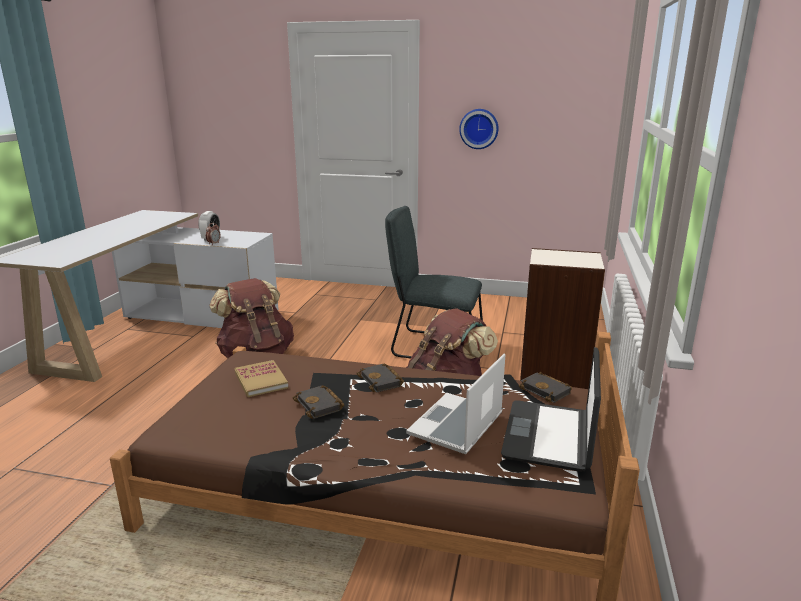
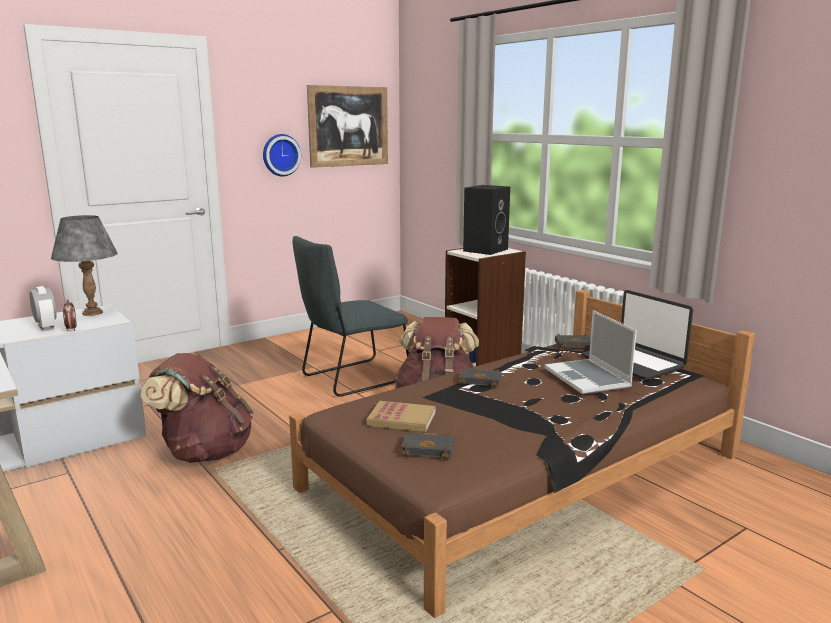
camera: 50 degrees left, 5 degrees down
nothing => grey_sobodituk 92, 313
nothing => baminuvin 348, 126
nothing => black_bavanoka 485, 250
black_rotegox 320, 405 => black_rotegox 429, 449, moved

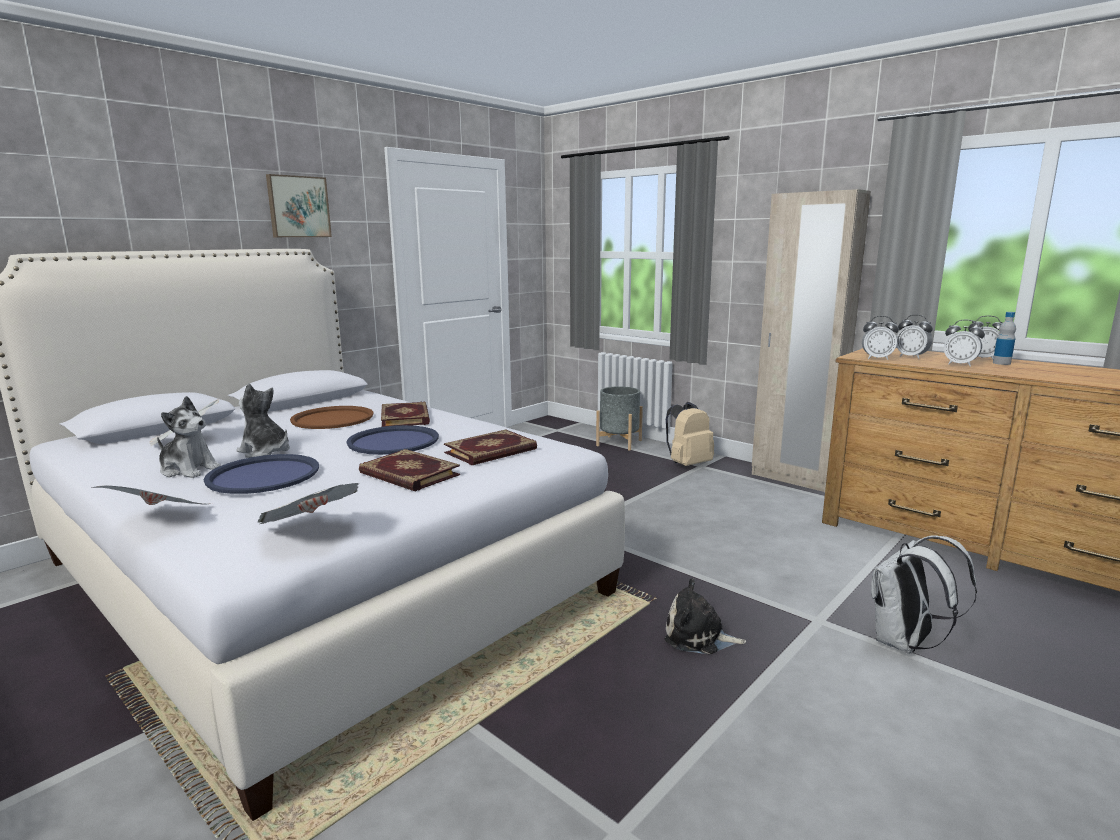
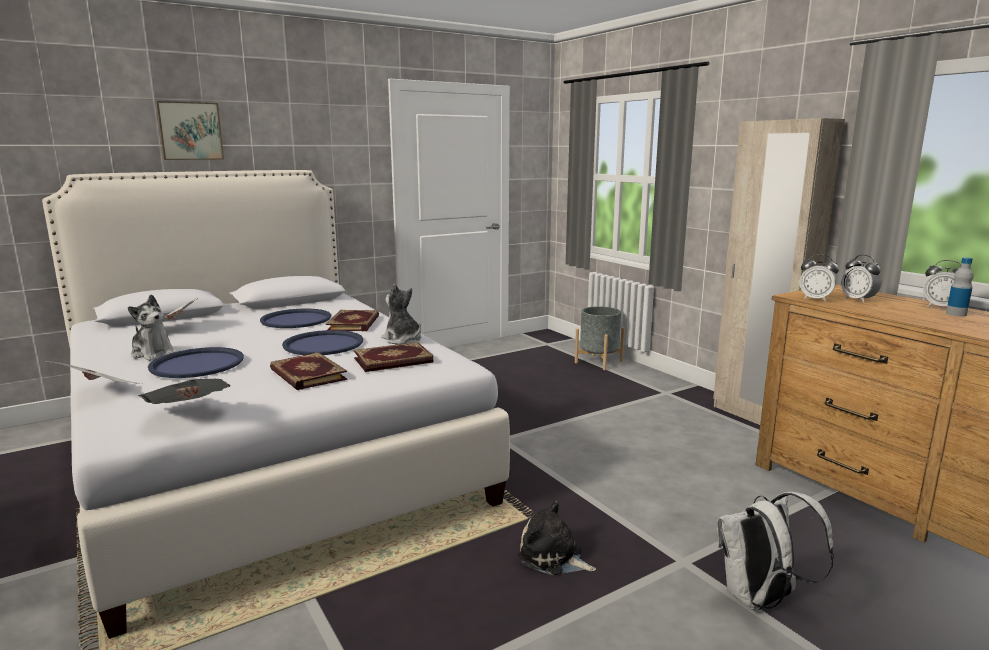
camera: 15 degrees right, 0 degrees up
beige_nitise 687, 464 => nothing
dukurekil 960, 364 => nothing
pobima 265, 452 => pobima 402, 340, moved
baminuvin 298, 207 => baminuvin 190, 131, moved
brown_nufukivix 333, 419 => blue_nufukivix 296, 320

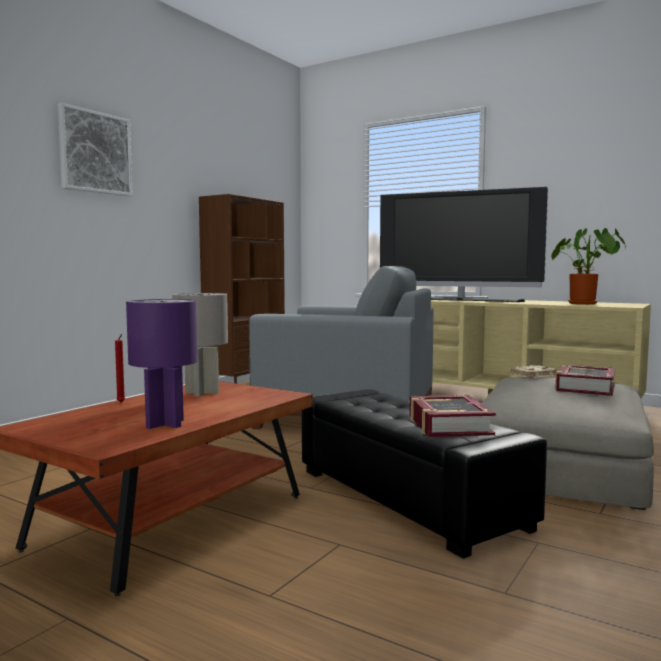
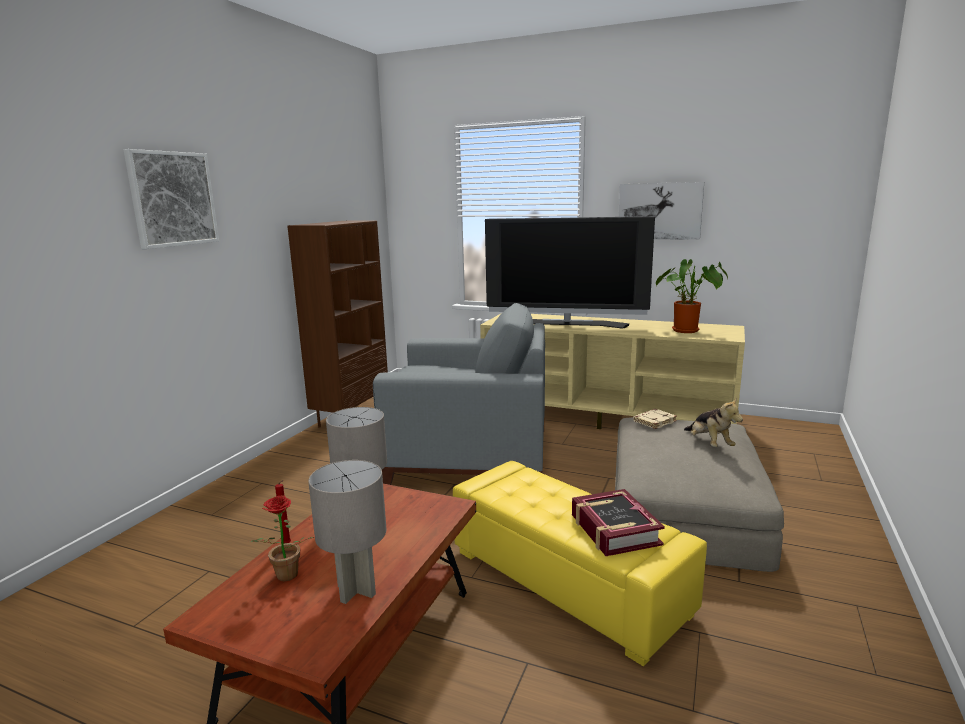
camera: 10 degrees left, 10 degrees up
nothing => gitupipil 284, 578
nothing => baminuvin 659, 211
rotegox 585, 387 => pobima 709, 444
purple_sobodituk 164, 424 => grey_sobodituk 355, 590
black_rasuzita 407, 497 => yellow_rasuzita 567, 581

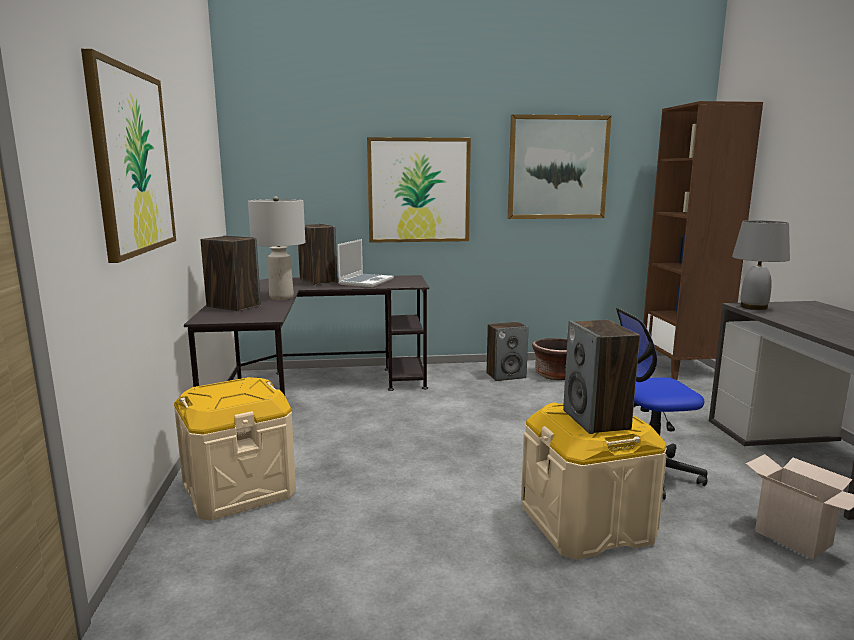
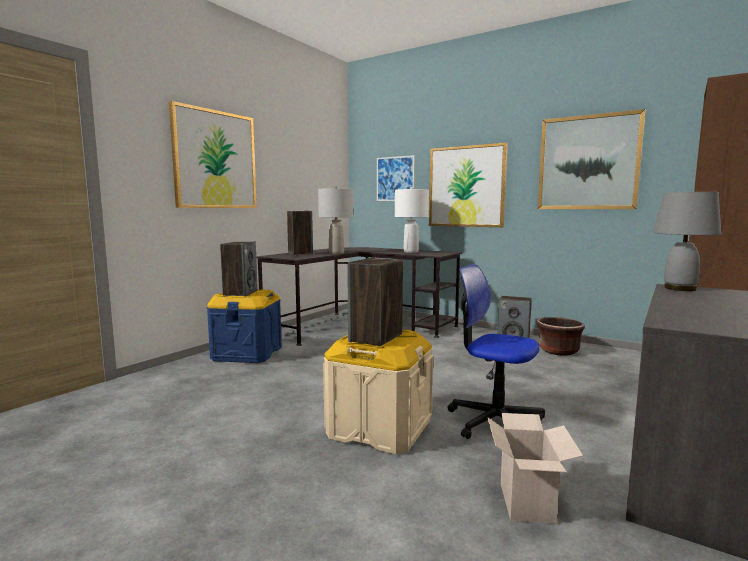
camera: 40 degrees right, 5 degrees down
nothing => baminuvin 395, 179
bavanoka 318, 281 => bavanoka 240, 293, moved
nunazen 366, 281 => white_sobodituk 411, 252
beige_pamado 238, 489 => blue_pamado 247, 353

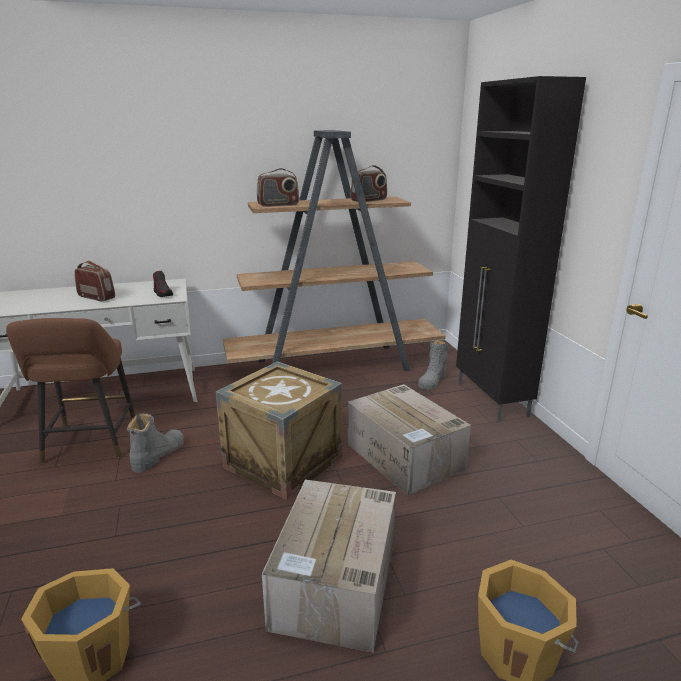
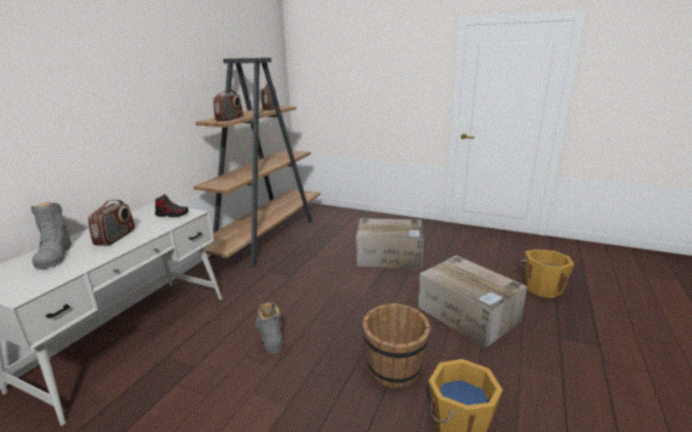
camera: 50 degrees left, 0 degrees up
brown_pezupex 89, 444 => nothing
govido 283, 462 => nothing
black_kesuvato 492, 400 => nothing
nothing => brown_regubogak 394, 369
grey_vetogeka 432, 380 => grey_vetogeka 55, 254, moved
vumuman 96, 297 => vumuman 116, 237, 120 degrees clockwise

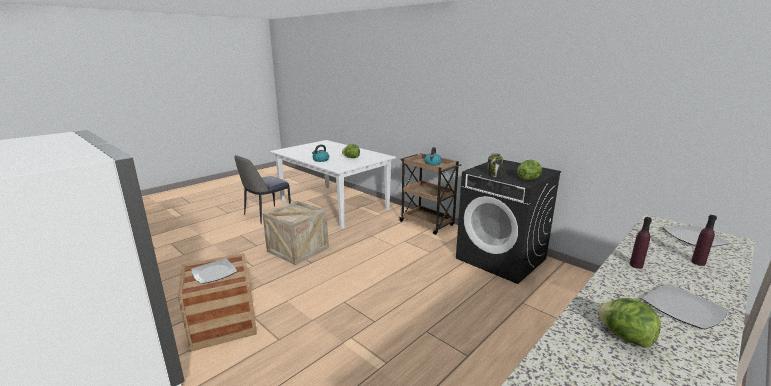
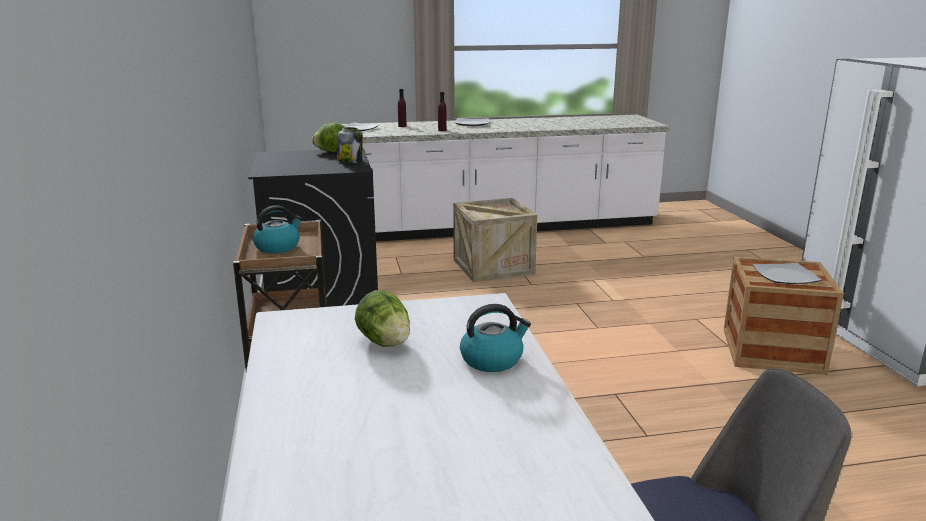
camera: 145 degrees left, 0 degrees up
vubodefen 624, 337 => nothing
govido 298, 249 => govido 493, 267, moved

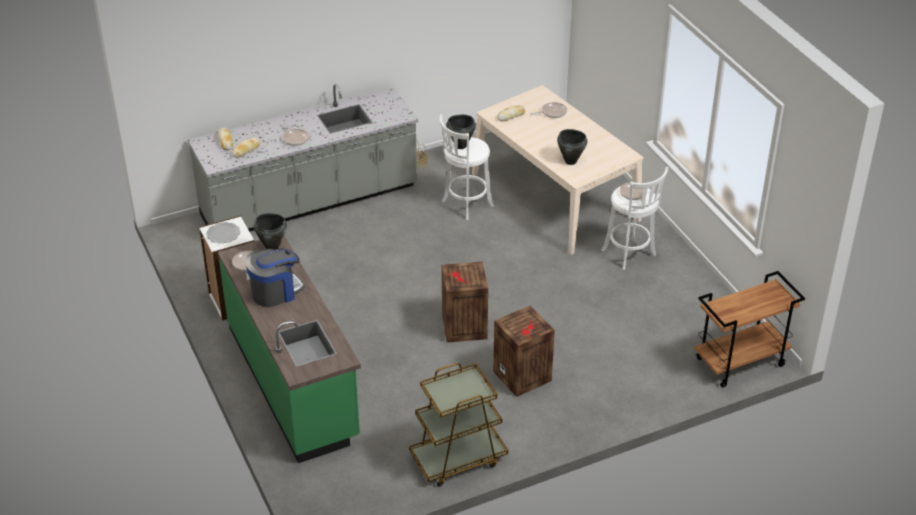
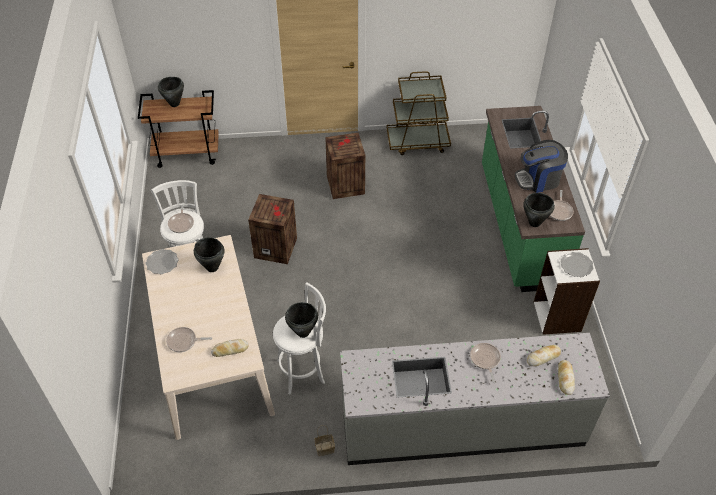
camera: 160 degrees left, 10 degrees up
nothing => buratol 162, 262
nothing => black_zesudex 174, 104
govido 463, 327 => govido 276, 247, moved

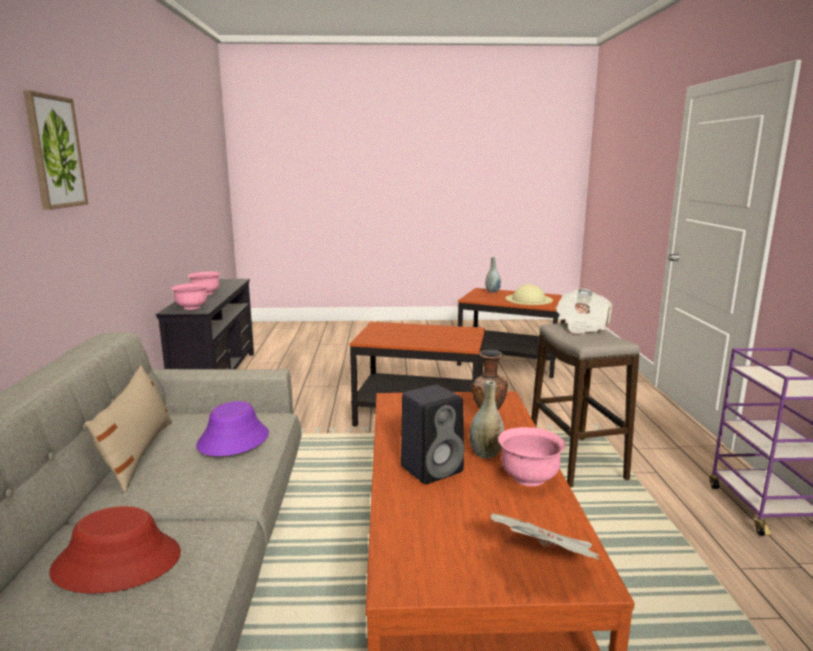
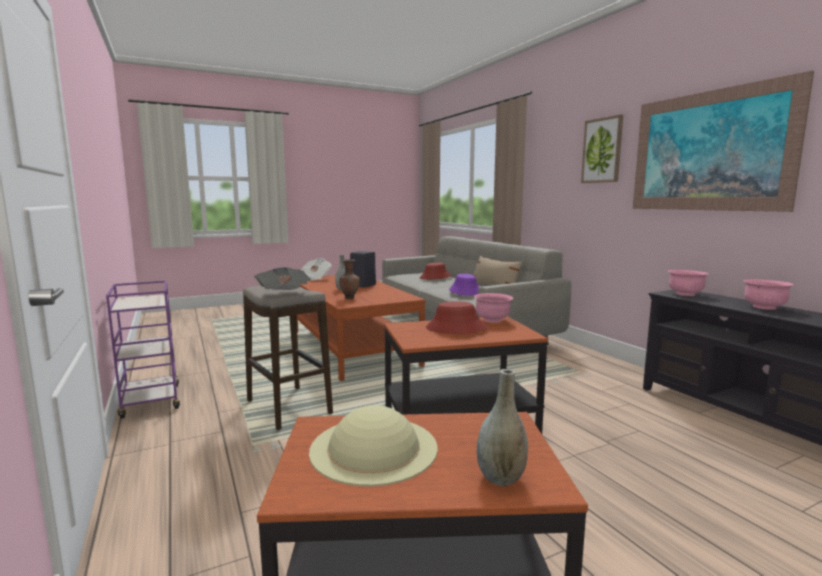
camera: 155 degrees right, 5 degrees down
nothing => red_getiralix 456, 328
nothing => baminuvin 708, 151
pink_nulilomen 529, 478 => pink_nulilomen 492, 320, moved

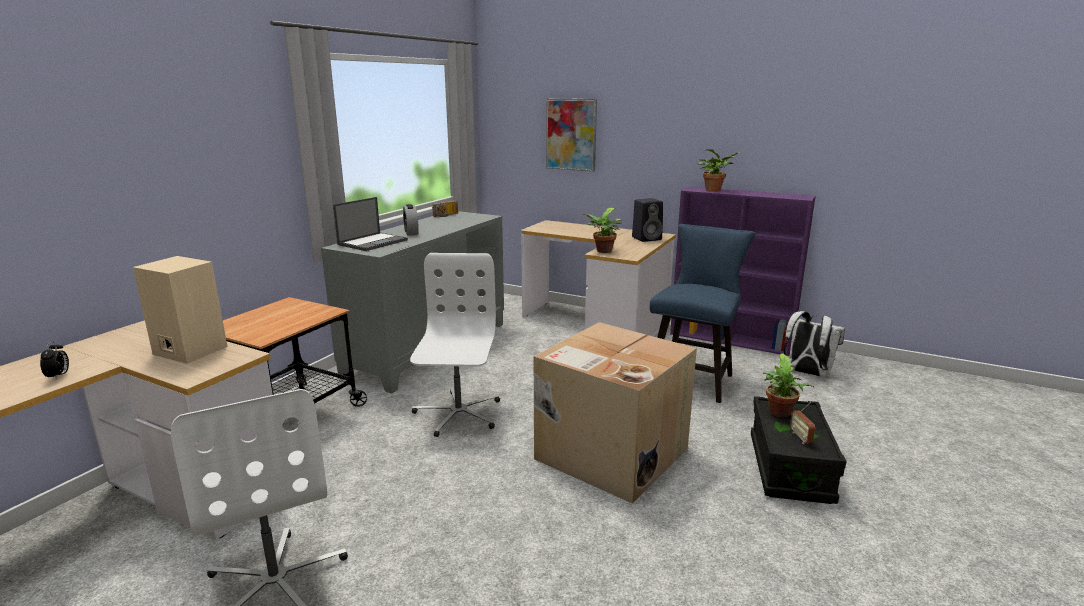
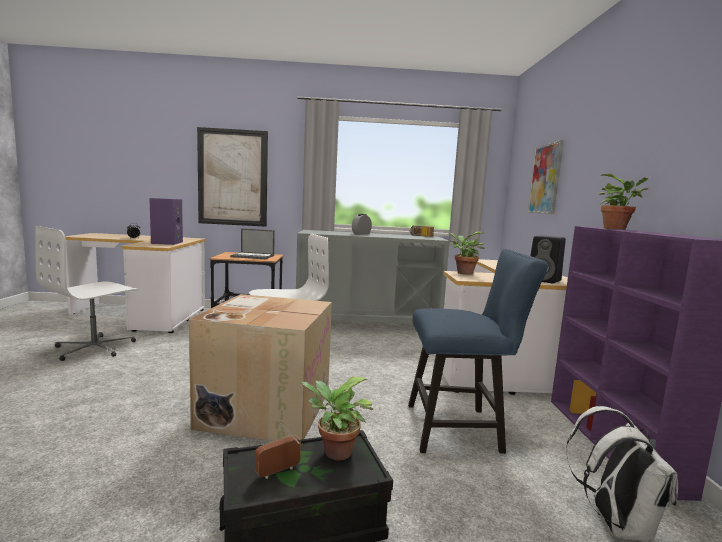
camera: 60 degrees right, 10 degrees down
nothing => baminuvin 232, 177
nunazen 373, 242 => nunazen 253, 256, moved
beige_bavanoka 188, 350 => purple_bavanoka 167, 242

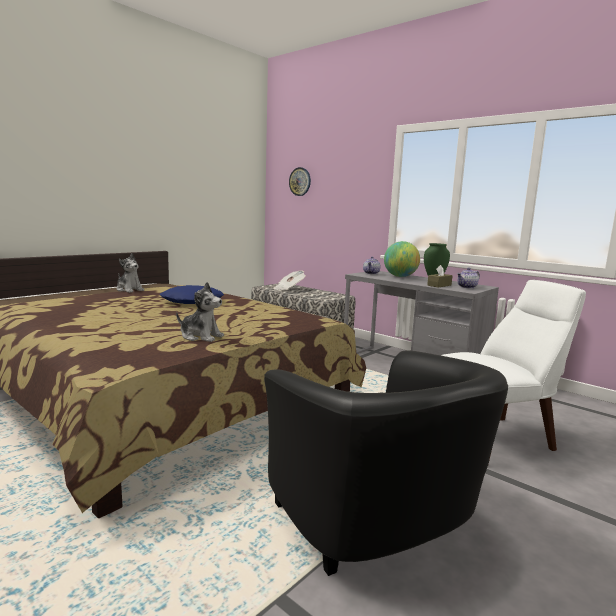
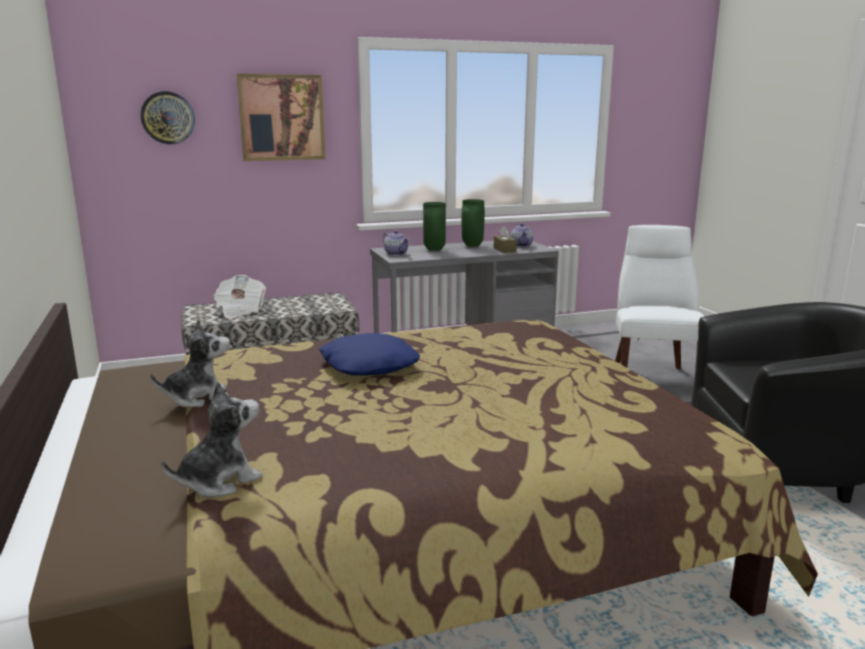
camera: 60 degrees left, 5 degrees up
nothing => baminuvin 282, 117
pobima 201, 336 => pobima 219, 481, moved
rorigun 400, 276 => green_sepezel 433, 249

